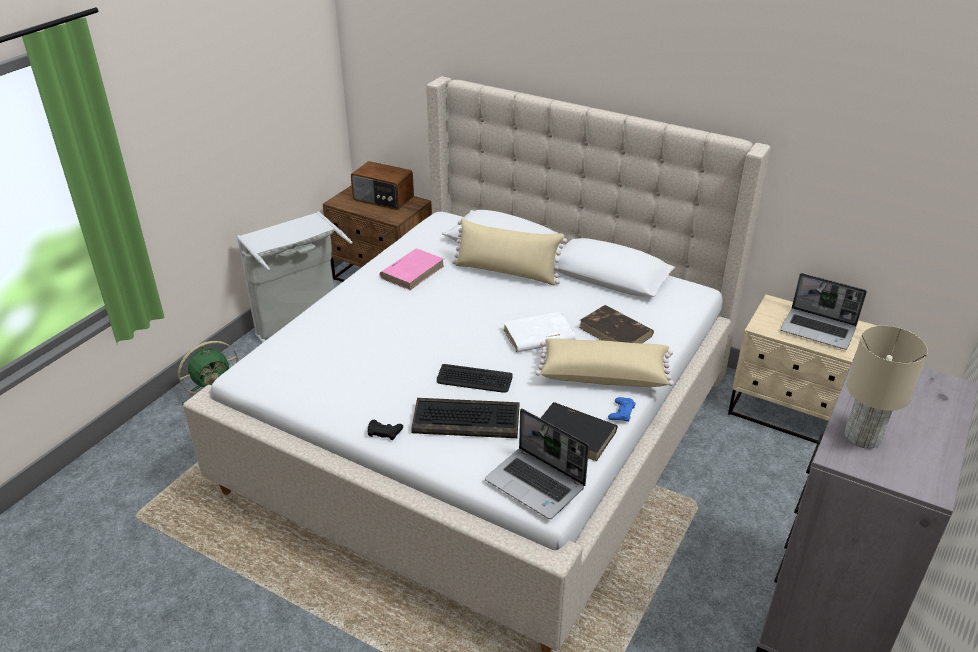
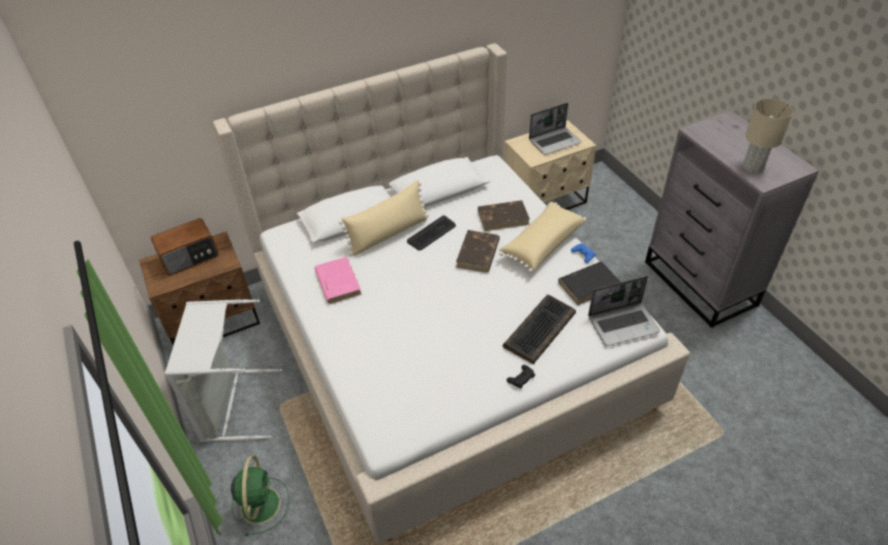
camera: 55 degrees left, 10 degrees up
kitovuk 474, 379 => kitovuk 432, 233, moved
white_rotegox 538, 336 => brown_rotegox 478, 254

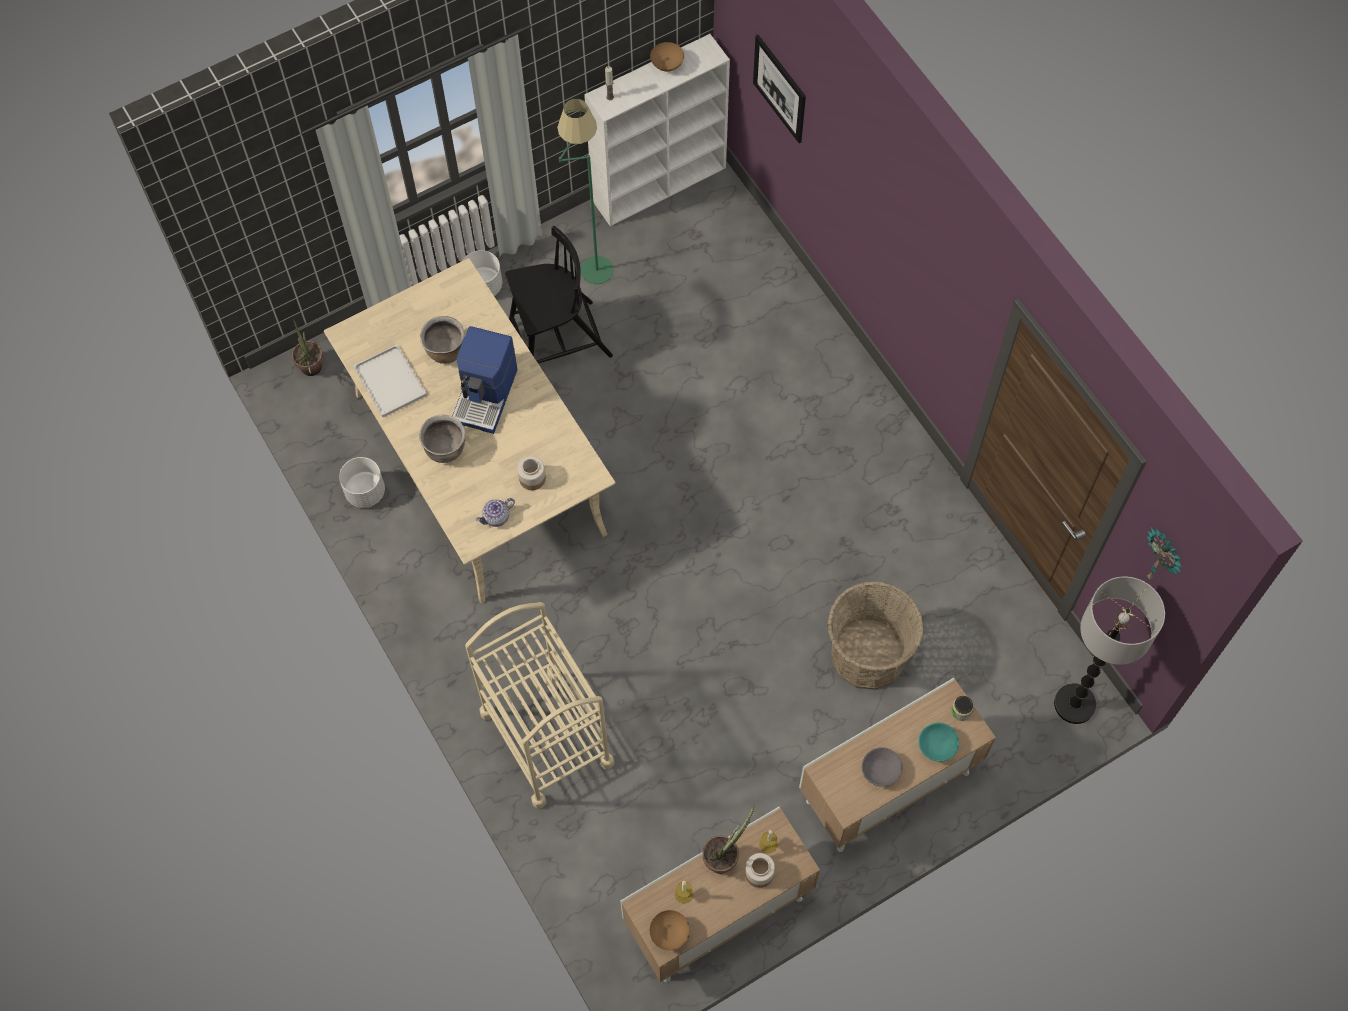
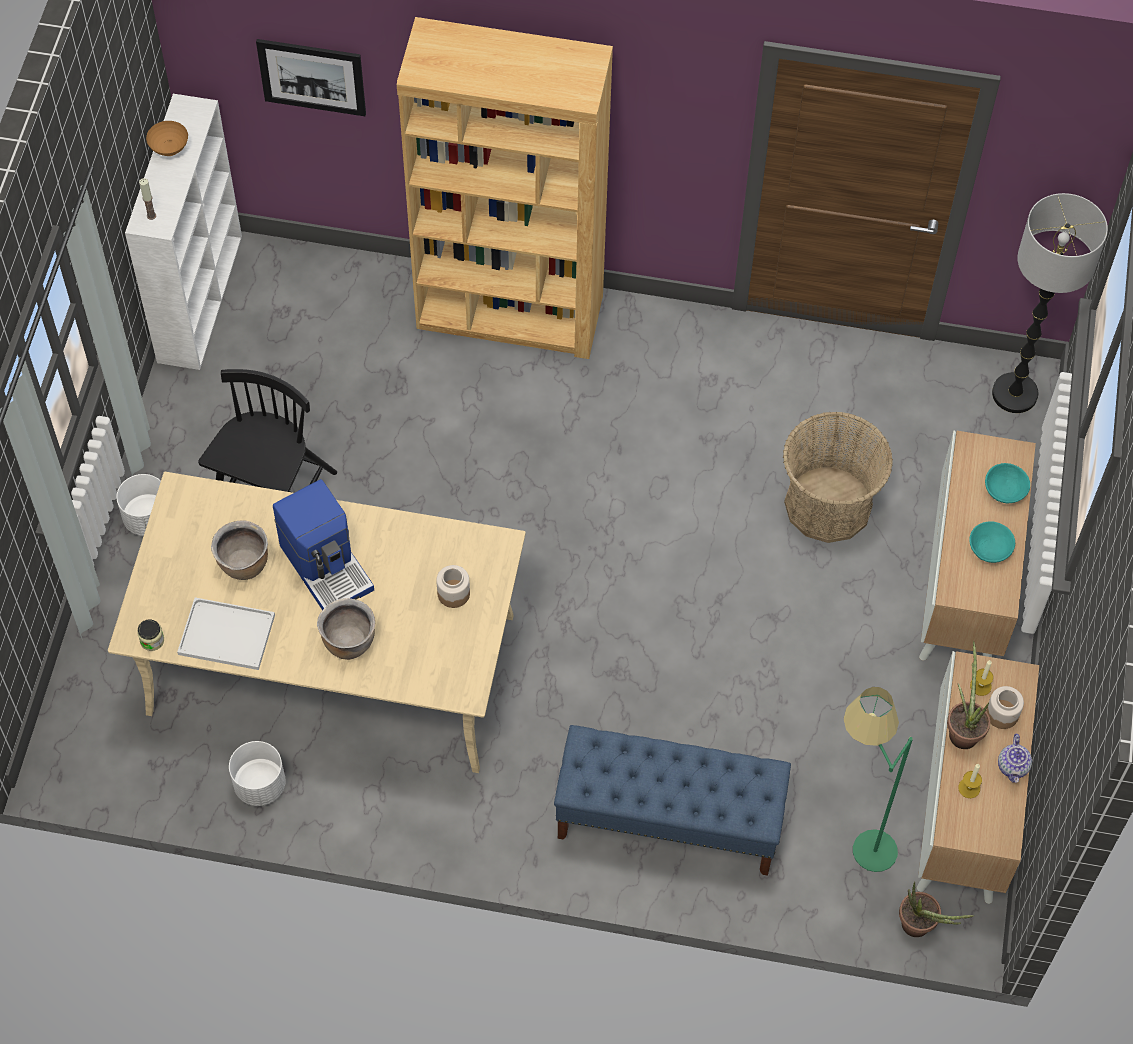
camera: 50 degrees left, 5 degrees down
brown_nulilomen 669, 935 => nothing
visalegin 1162, 557 => nothing
nothing => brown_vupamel 510, 313
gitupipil 311, 371 => gitupipil 921, 928, moved
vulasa 496, 517 => vulasa 1013, 767, moved
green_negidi 590, 258 => green_negidi 854, 845, moved
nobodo 961, 711 => nobodo 152, 640, moved
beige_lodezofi 546, 738 => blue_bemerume 667, 821
grey_nulilomen 880, 770 => turquoise_nulilomen 989, 549

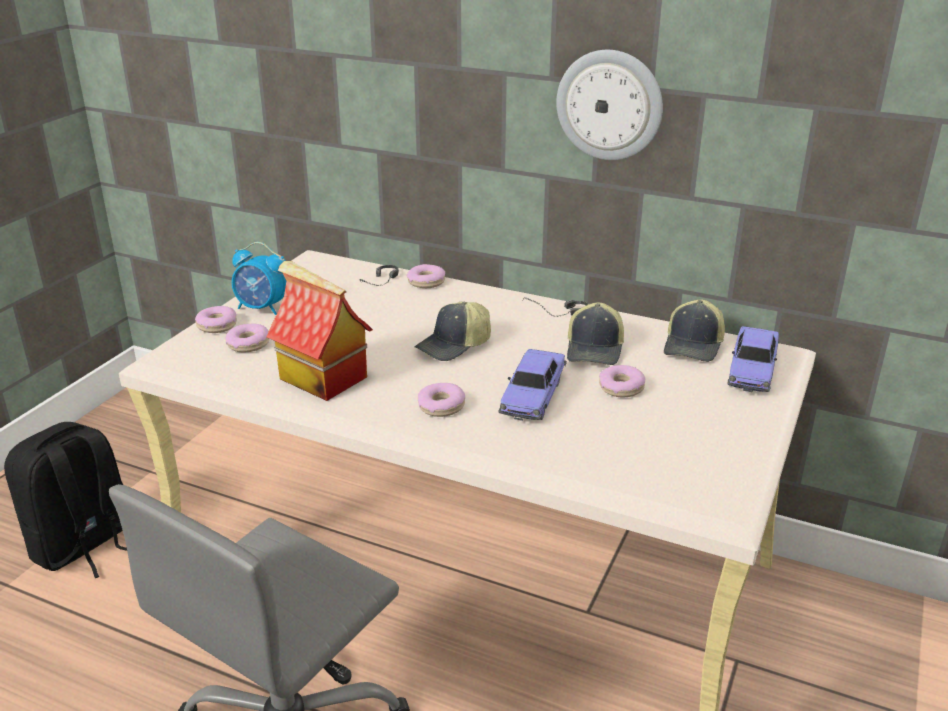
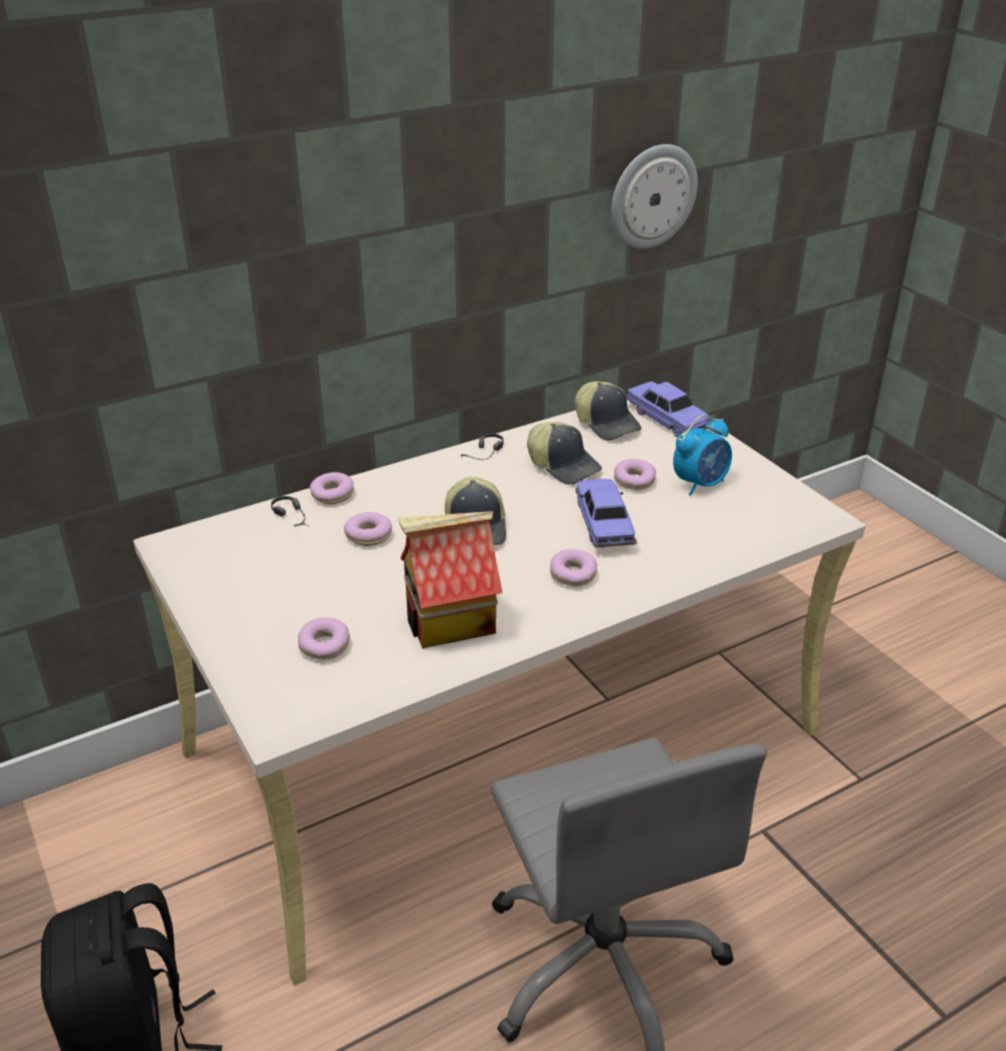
camera: 55 degrees left, 5 degrees up
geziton 217, 325 => geziton 368, 535, moved
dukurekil 262, 308 => dukurekil 700, 484, moved
visalegin 609, 105 => visalegin 652, 196, moved
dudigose 533, 396 => dudigose 603, 524, 150 degrees counterclockwise

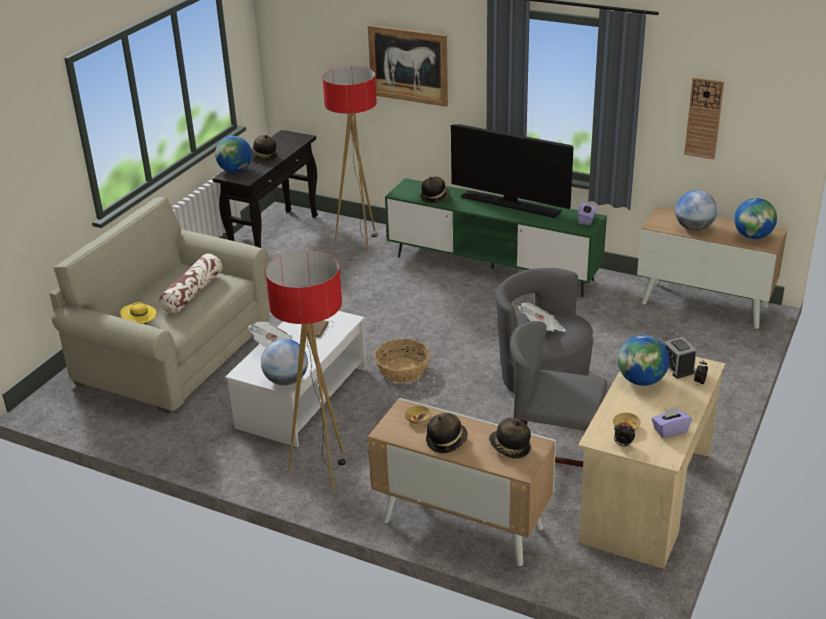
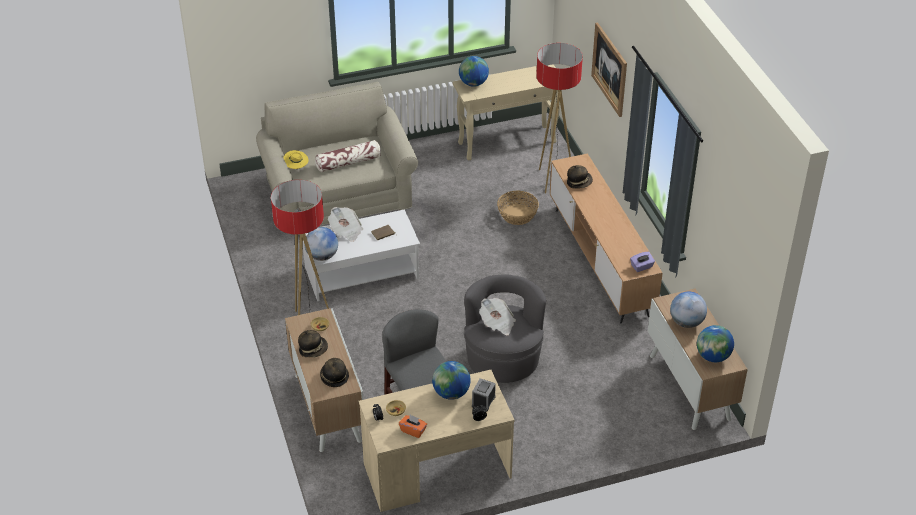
camera: 45 degrees right, 10 degrees up
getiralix 263, 156 => nothing
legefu 511, 204 => nothing
visalegin 704, 118 => nothing
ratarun 402, 370 => ratarun 517, 214, moved
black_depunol 275, 236 => beige_depunol 507, 142
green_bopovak 492, 268 => brown_bopovak 599, 261
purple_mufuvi 670, 430 => orange_mufuvi 413, 430

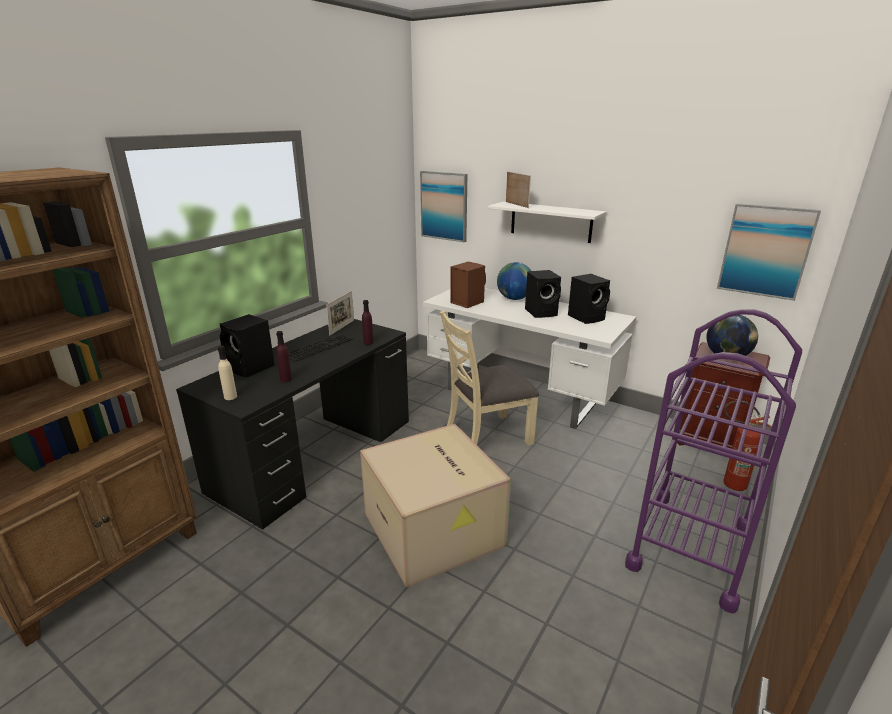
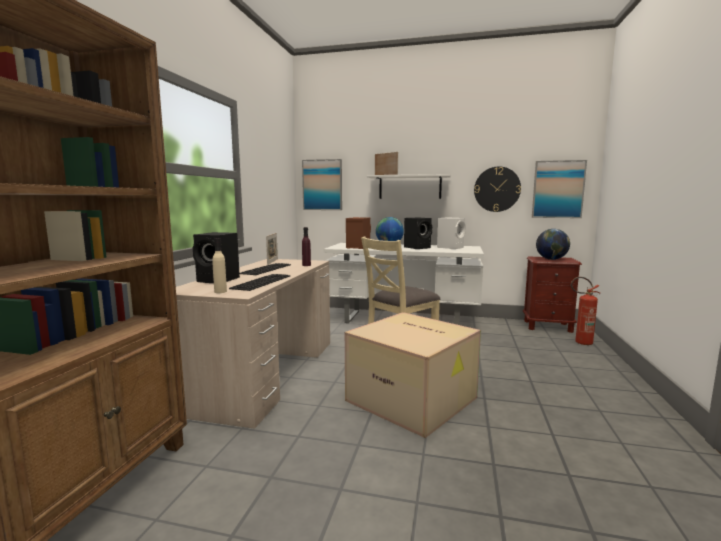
camera: 20 degrees left, 15 degrees down
purple_lodezofi 691, 547 => nothing
nothing => visalegin 497, 189
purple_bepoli 286, 379 => kitovuk 261, 281
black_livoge 317, 453 => beige_livoge 265, 372
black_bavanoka 587, 317 => white_bavanoka 451, 247

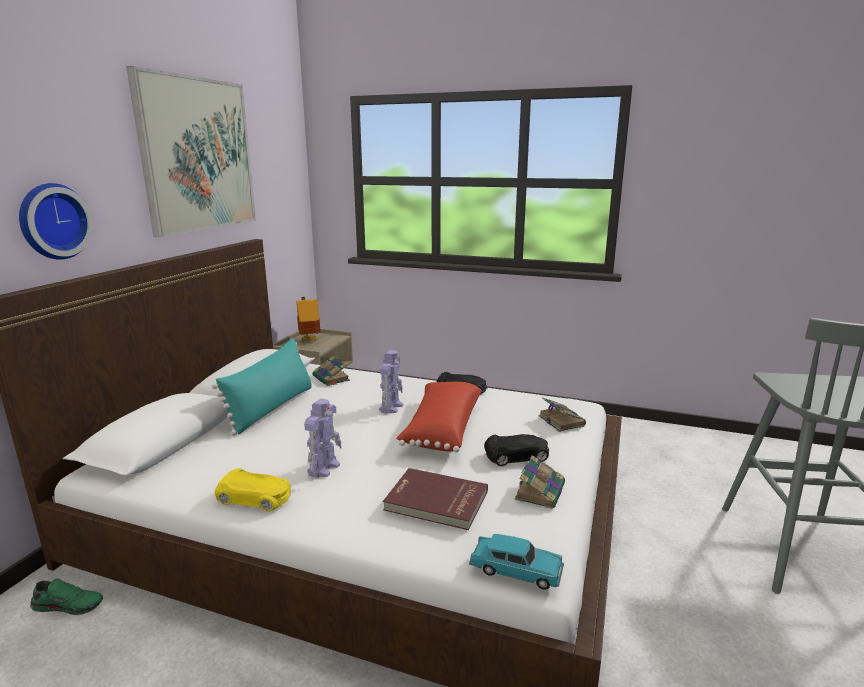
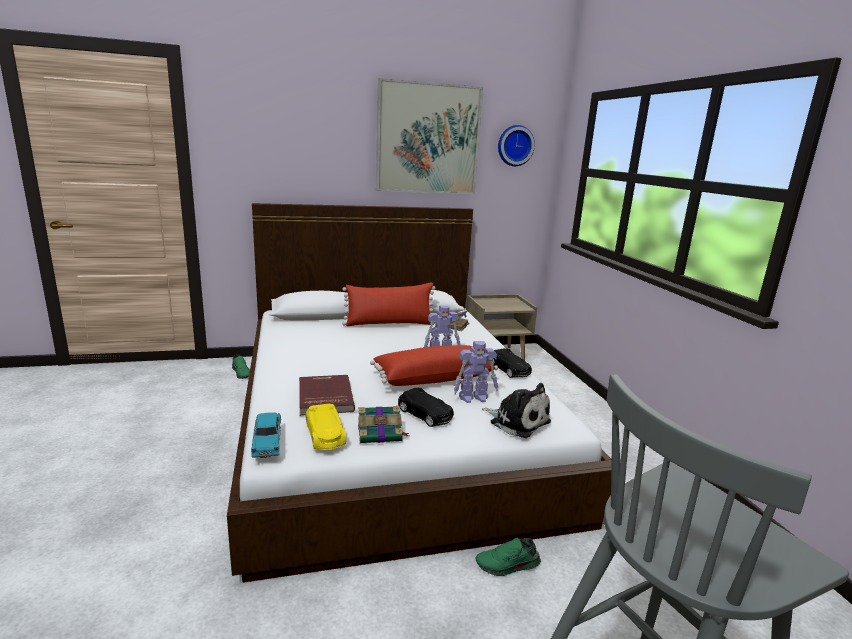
camera: 55 degrees right, 0 degrees up
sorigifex 309, 340 => nothing
nothing => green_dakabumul 507, 566
visalegin 52, 221 => visalegin 514, 145, moved
yellow_dudigose 255, 498 => yellow_dudigose 325, 434, moved
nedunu 324, 468 => nedunu 474, 397, moved
rotegox 560, 420 => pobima 517, 421
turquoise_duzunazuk 272, 408 => red_duzunazuk 389, 323

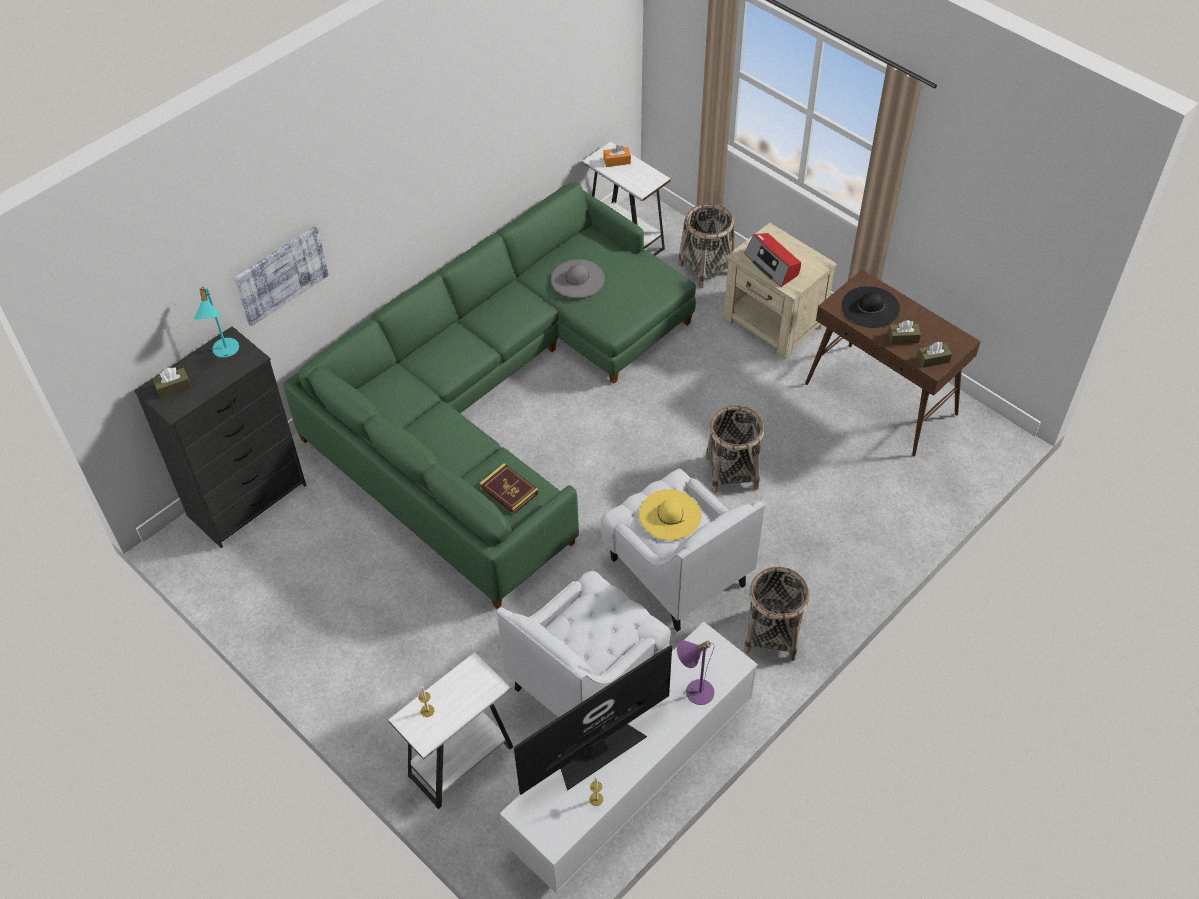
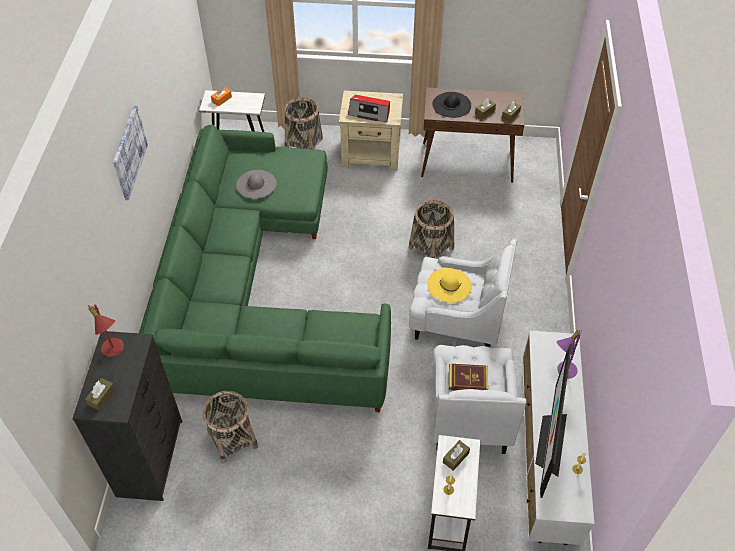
camera: 40 degrees left, 0 degrees up
nothing => brown_mufuvi 455, 457
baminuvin 281, 275 => baminuvin 129, 152, moved
rotegox 509, 491 => rotegox 467, 379, moved
ratarun 772, 635 => ratarun 233, 440, moved
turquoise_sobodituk 224, 352 => red_sobodituk 114, 351

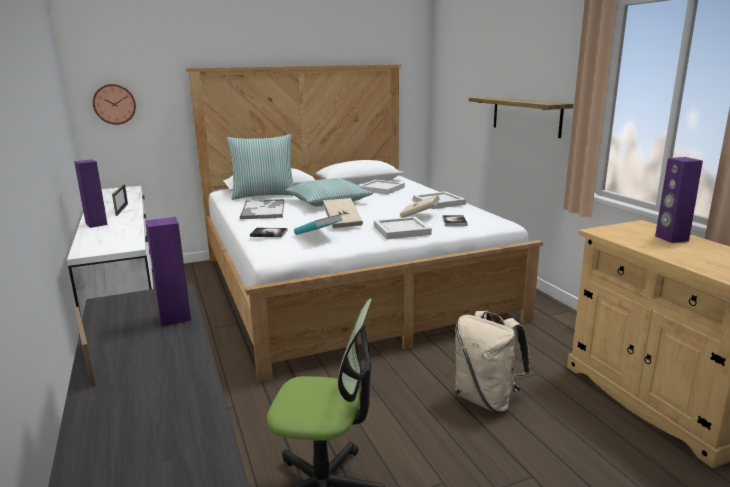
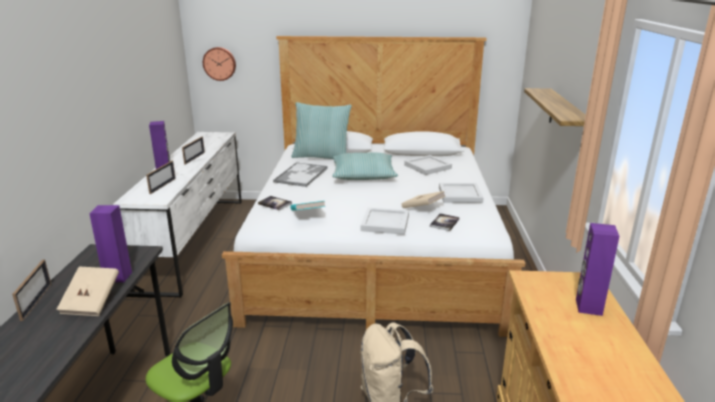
camera: 25 degrees right, 5 degrees up
nothing => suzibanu 162, 186
beige_rotegox 342, 223 => beige_rotegox 91, 302, moved

